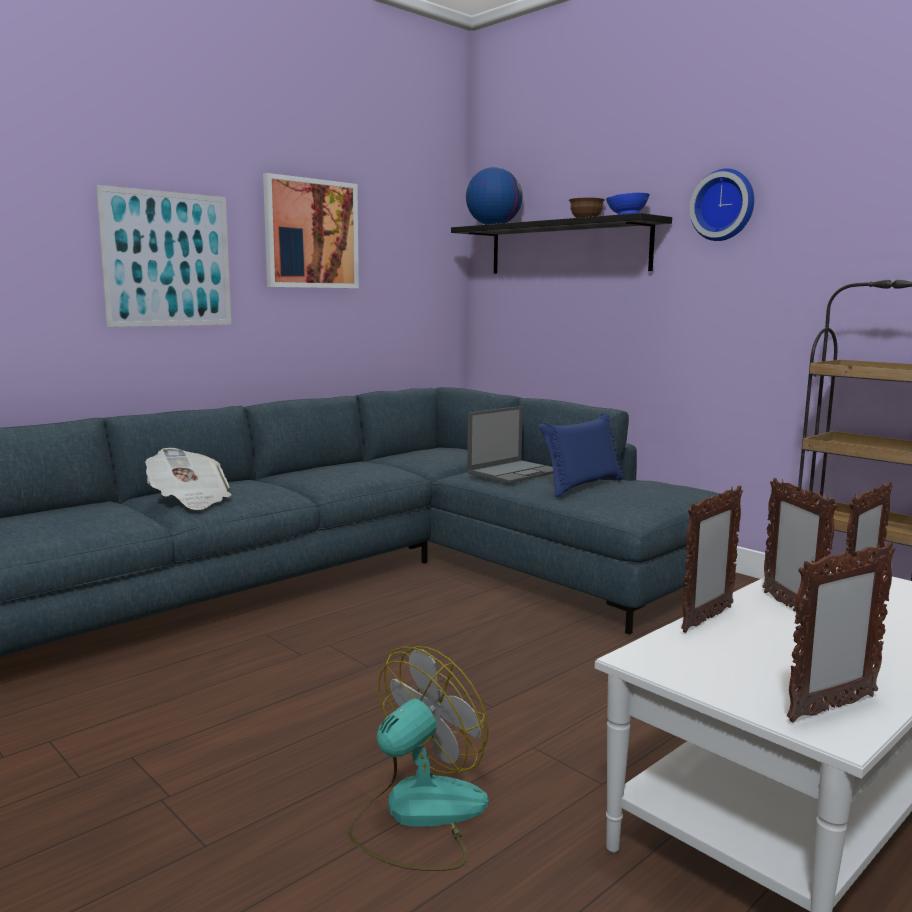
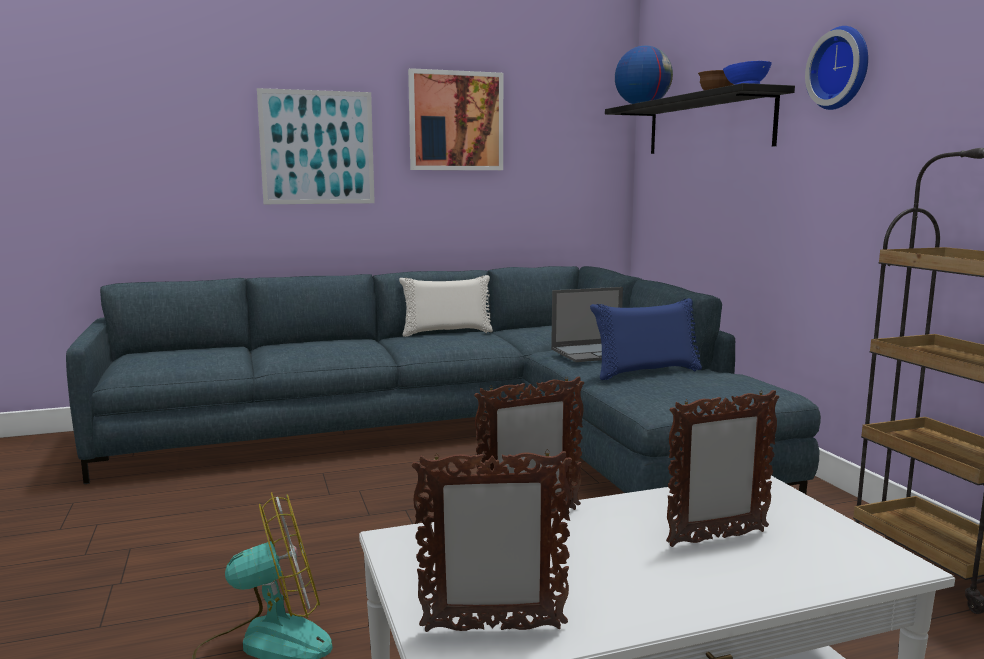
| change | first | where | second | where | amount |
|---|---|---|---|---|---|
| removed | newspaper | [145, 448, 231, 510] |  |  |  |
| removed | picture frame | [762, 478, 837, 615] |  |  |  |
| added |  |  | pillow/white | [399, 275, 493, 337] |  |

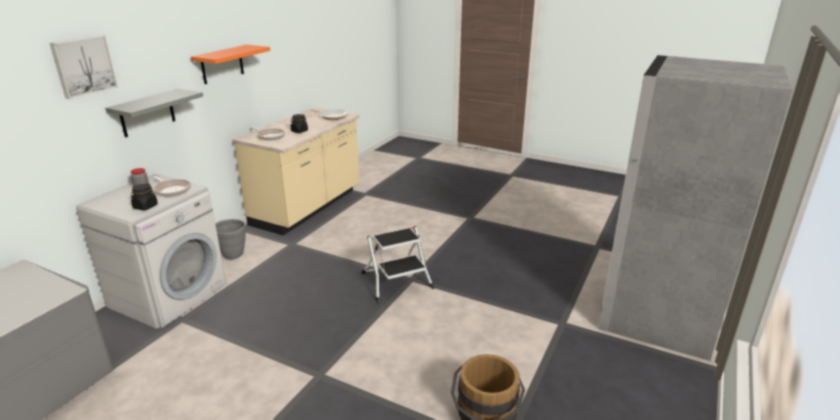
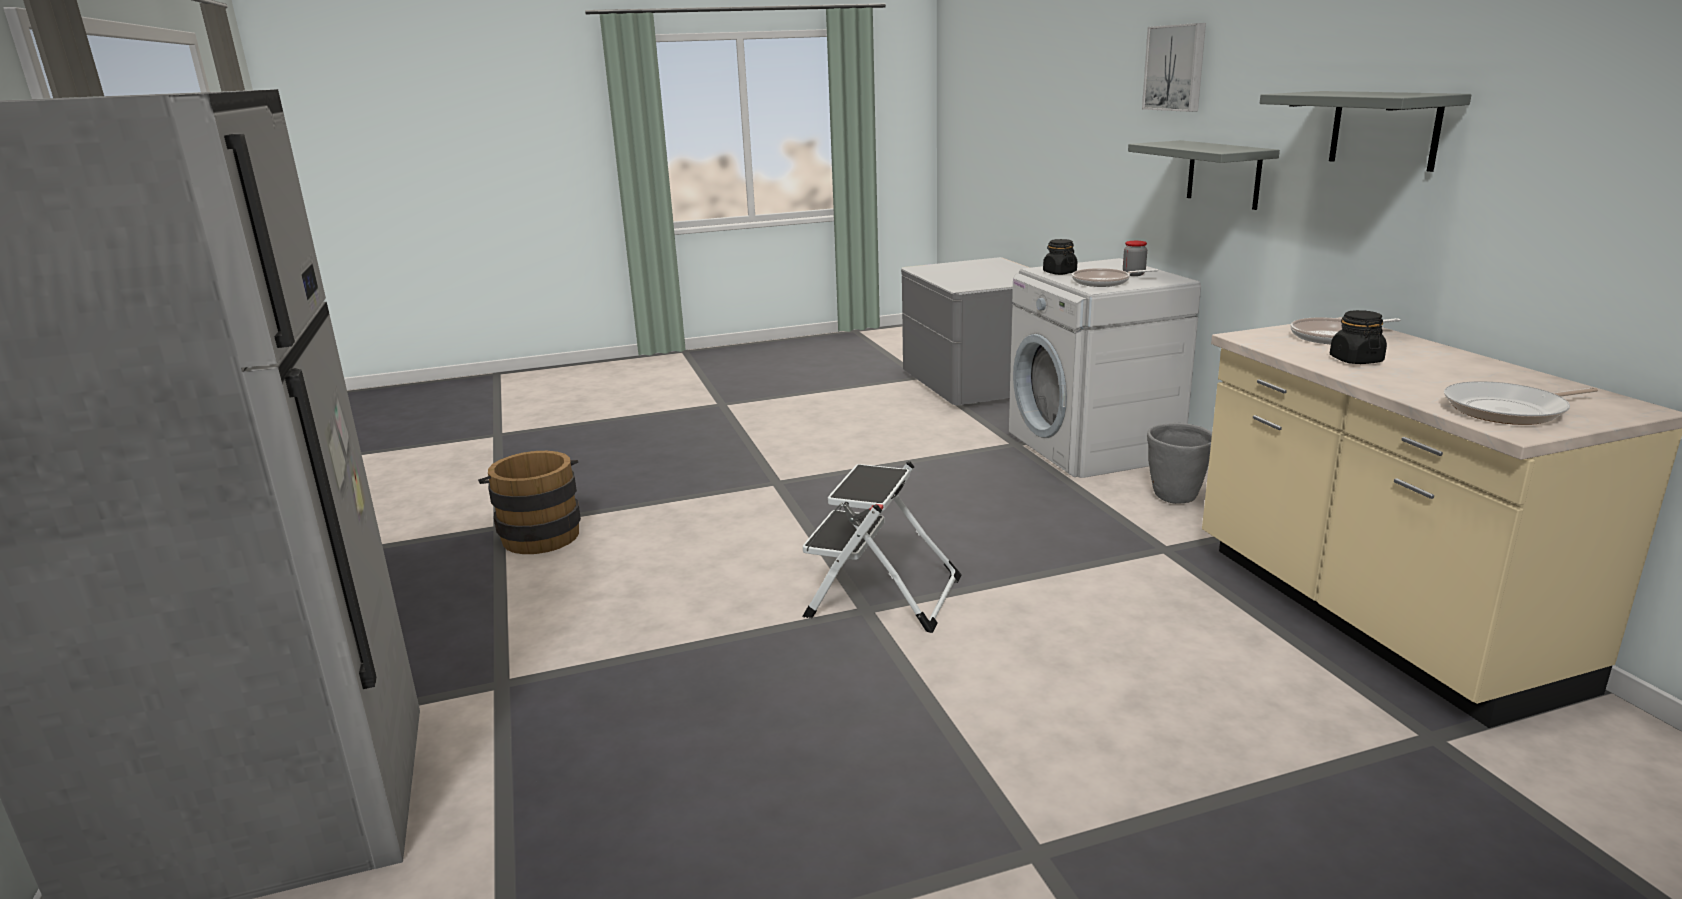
| change | first | where | second | where | amount |
|---|---|---|---|---|---|
| recoloured | shelf/orange | [191, 45, 270, 84] | shelf/grey | [1260, 91, 1472, 172] |  |

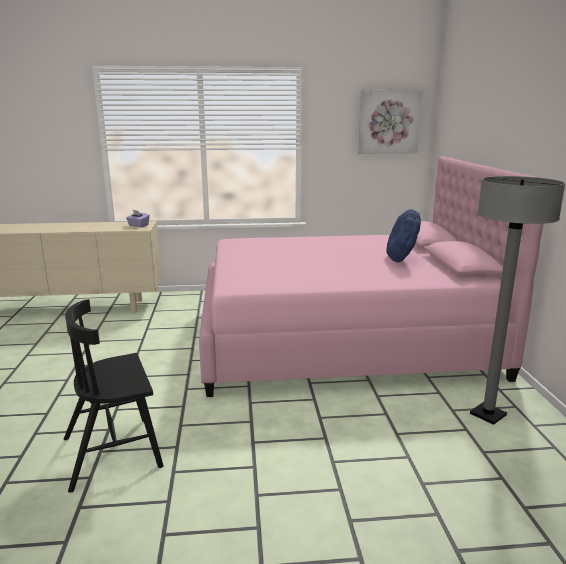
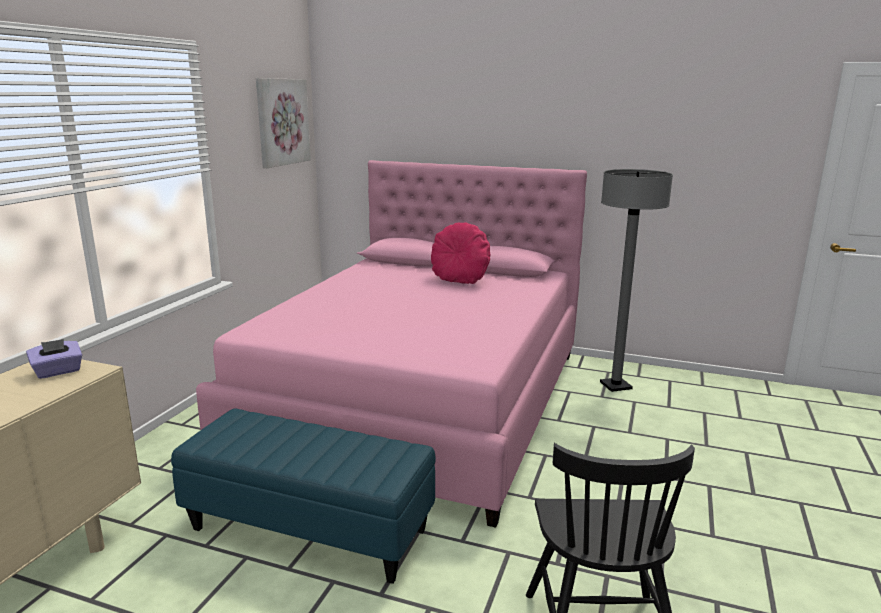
| change | first | where | second | where | amount |
|---|---|---|---|---|---|
| added |  |  | ottoman/blue | [171, 408, 436, 584] |  |
| recoloured | pillow/blue | [386, 209, 421, 263] | pillow/pink | [431, 222, 490, 284] |  |

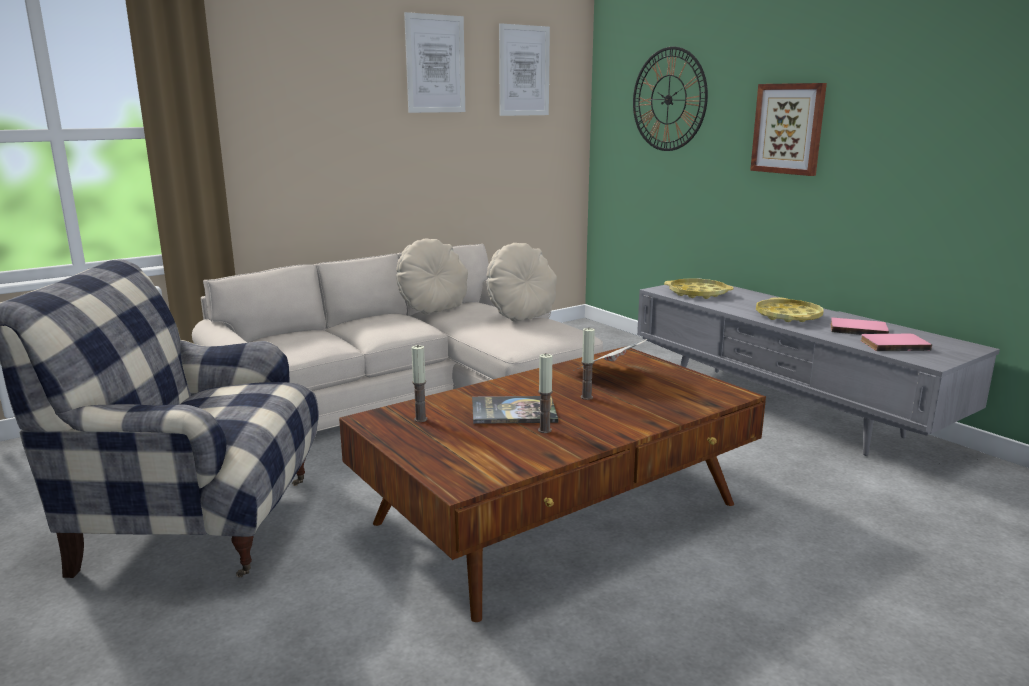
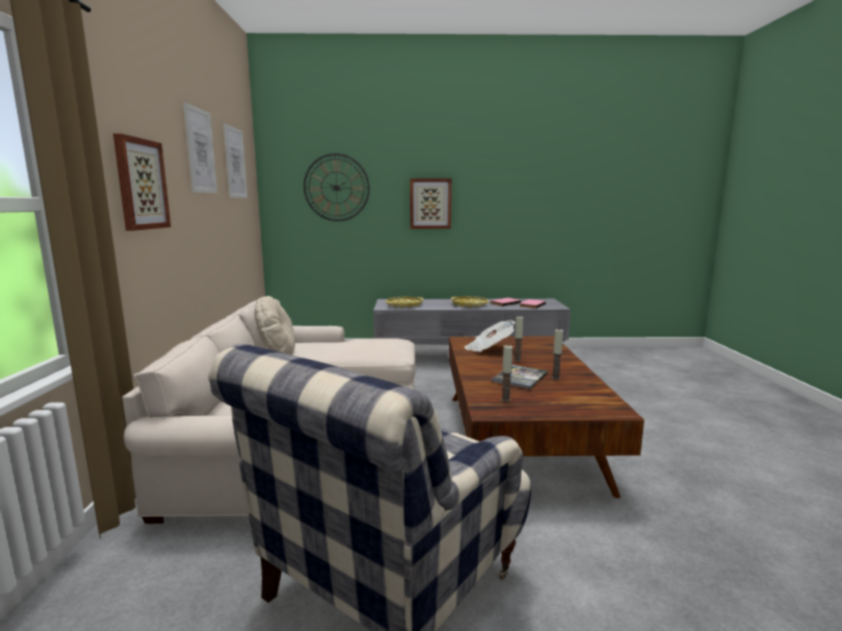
| change | first | where | second | where | amount |
|---|---|---|---|---|---|
| removed | pillow/beige | [486, 243, 557, 322] |  |  |  |
| added |  |  | picture | [113, 133, 171, 231] |  |

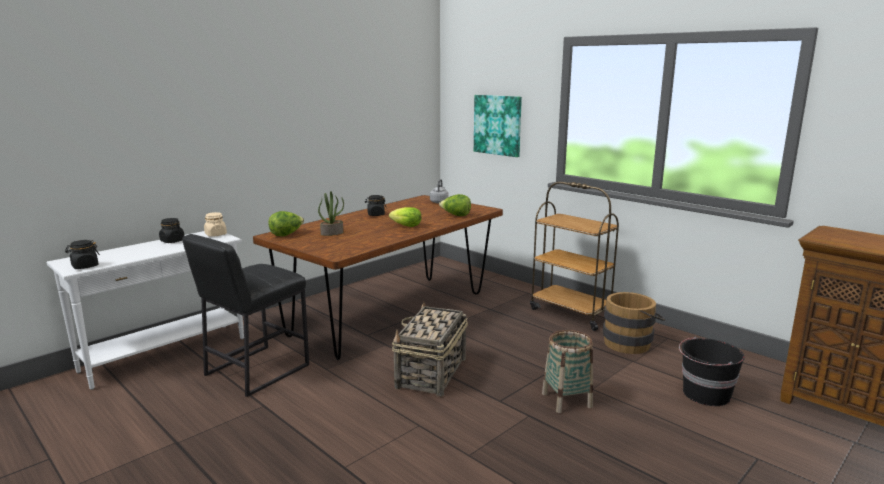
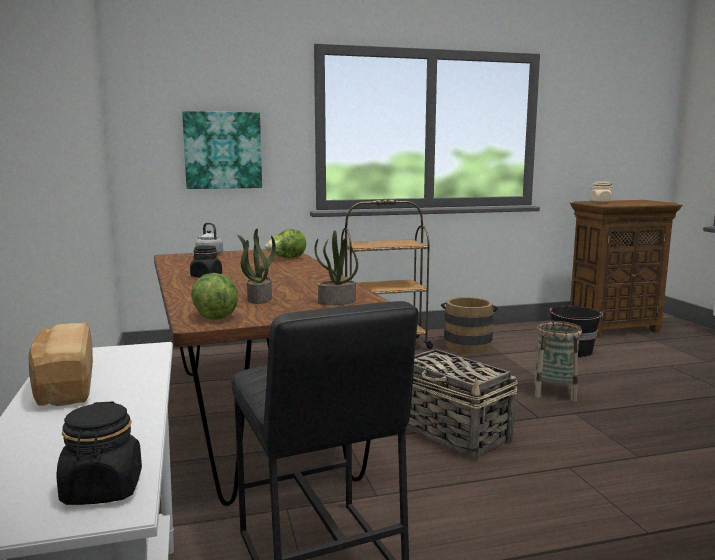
| change | first | where | second | where | amount |
|---|---|---|---|---|---|
| removed | lettuce | [389, 207, 421, 227] |  |  |  |
| added |  |  | potted plant | [314, 230, 358, 305] |  |
| moved | jar/beige | [204, 212, 227, 237] |  | [590, 182, 613, 203] |  |
| replaced | jar/black | [159, 218, 184, 243] | bread | [28, 322, 93, 406] |  |

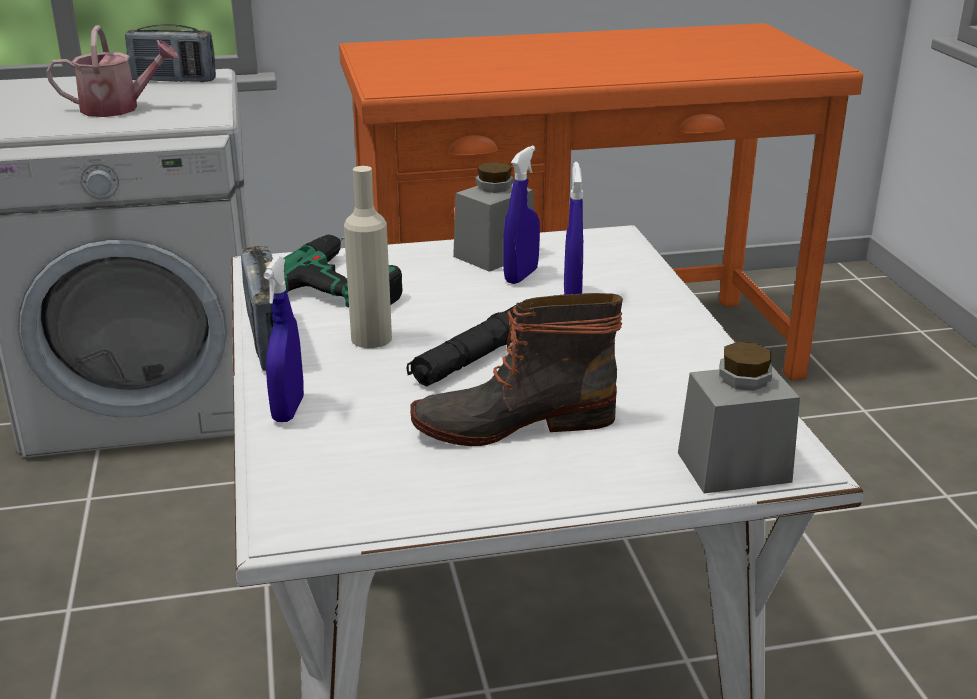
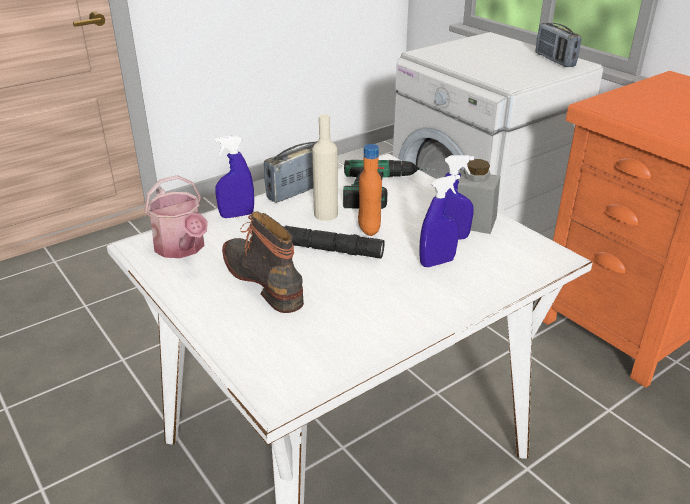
| change | first | where | second | where | amount |
|---|---|---|---|---|---|
| removed | jar/grey | [678, 342, 800, 493] |  |  |  |
| added |  |  | bottle/orange | [358, 144, 382, 236] |  |
| moved | watering can | [46, 25, 179, 117] |  | [144, 175, 208, 258] |  |

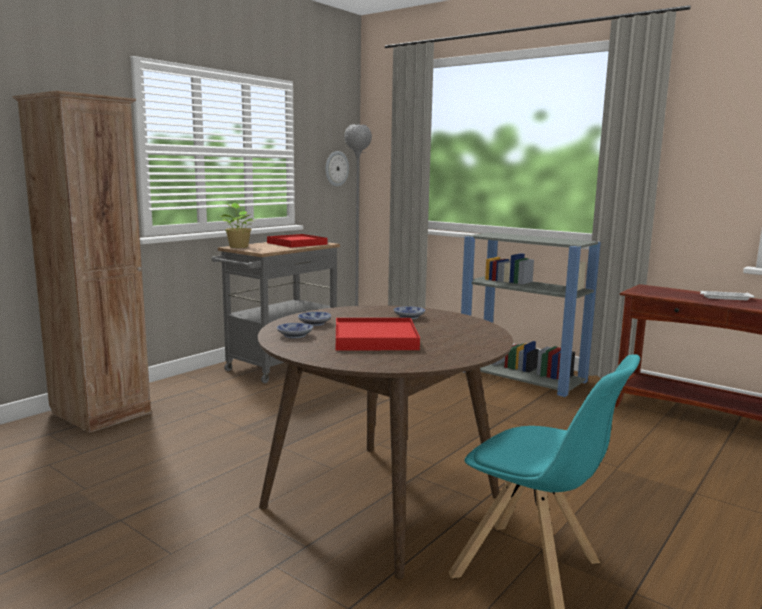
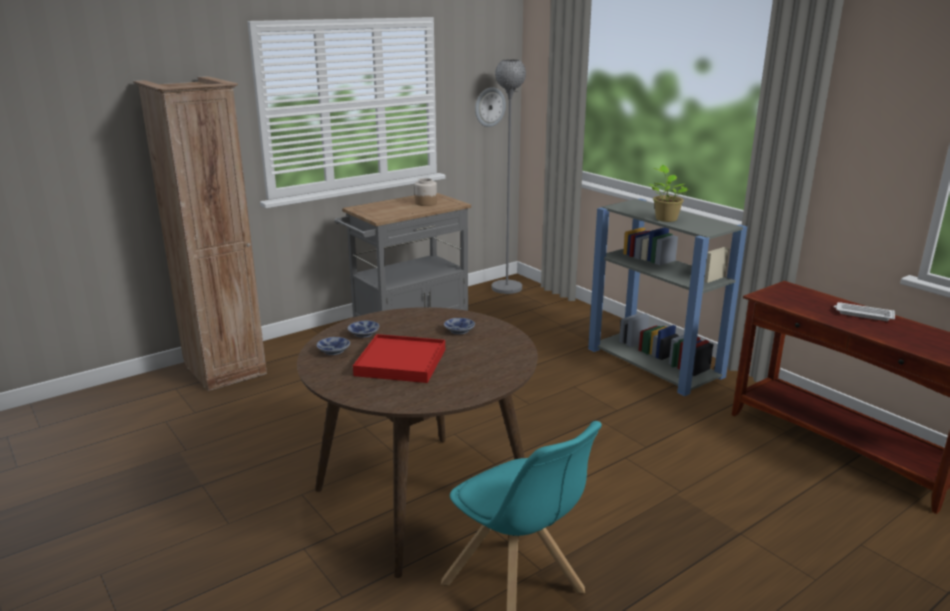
| change | first | where | second | where | amount |
|---|---|---|---|---|---|
| moved | potted plant | [218, 203, 253, 248] |  | [649, 165, 689, 222] |  |
| replaced | tray/red | [267, 234, 328, 248] | jar | [415, 178, 437, 206] |  |

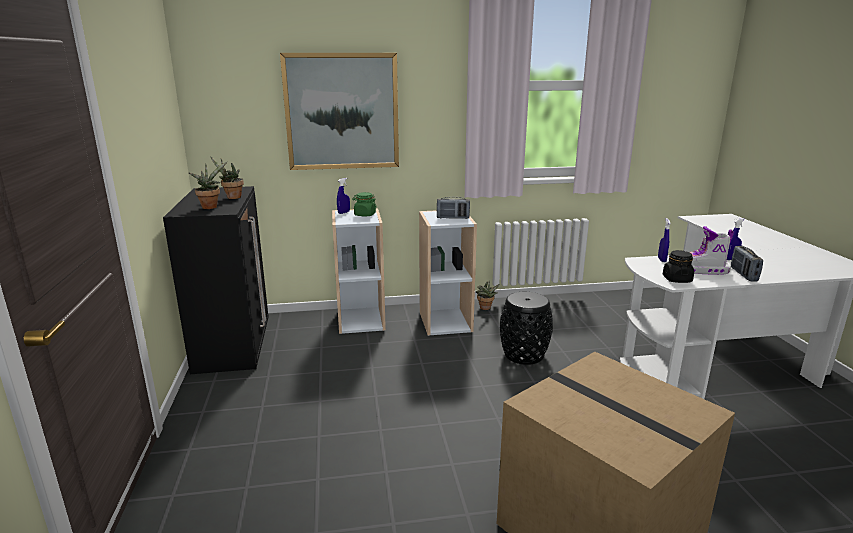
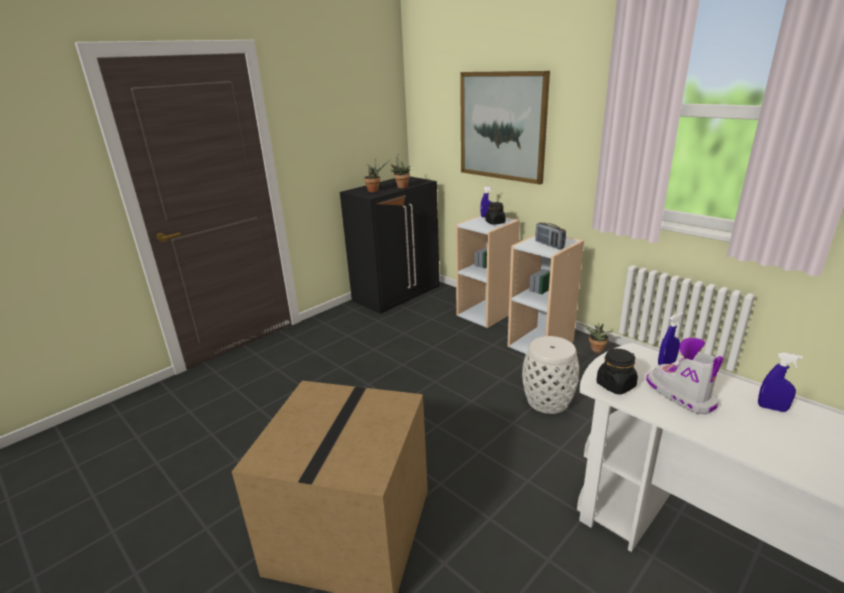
| change | first | where | second | where | amount |
|---|---|---|---|---|---|
| removed | radio | [731, 246, 763, 282] |  |  |  |
| recoloured | jar/green | [352, 192, 377, 217] | jar/black | [485, 202, 506, 225] |  |
| recoloured | stool/black | [500, 292, 553, 365] | stool/white | [522, 336, 579, 414] |  |

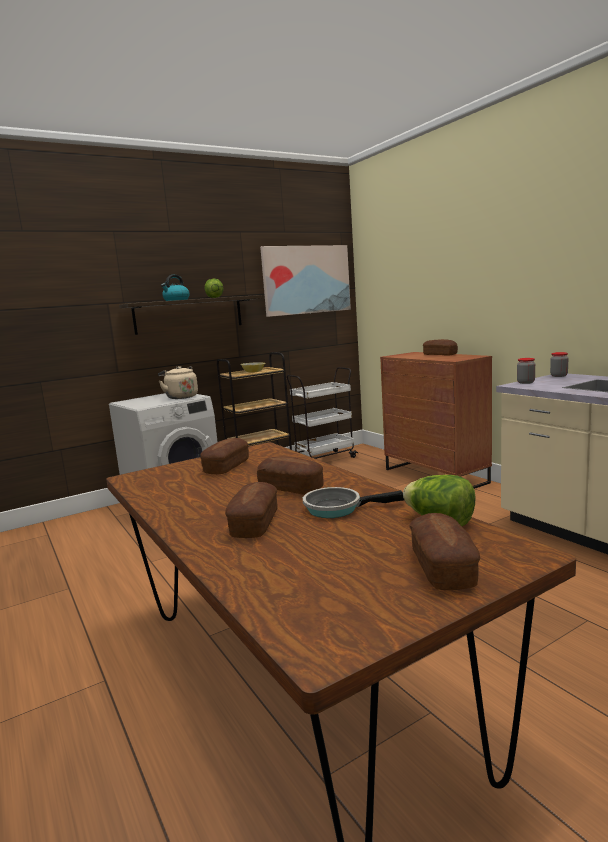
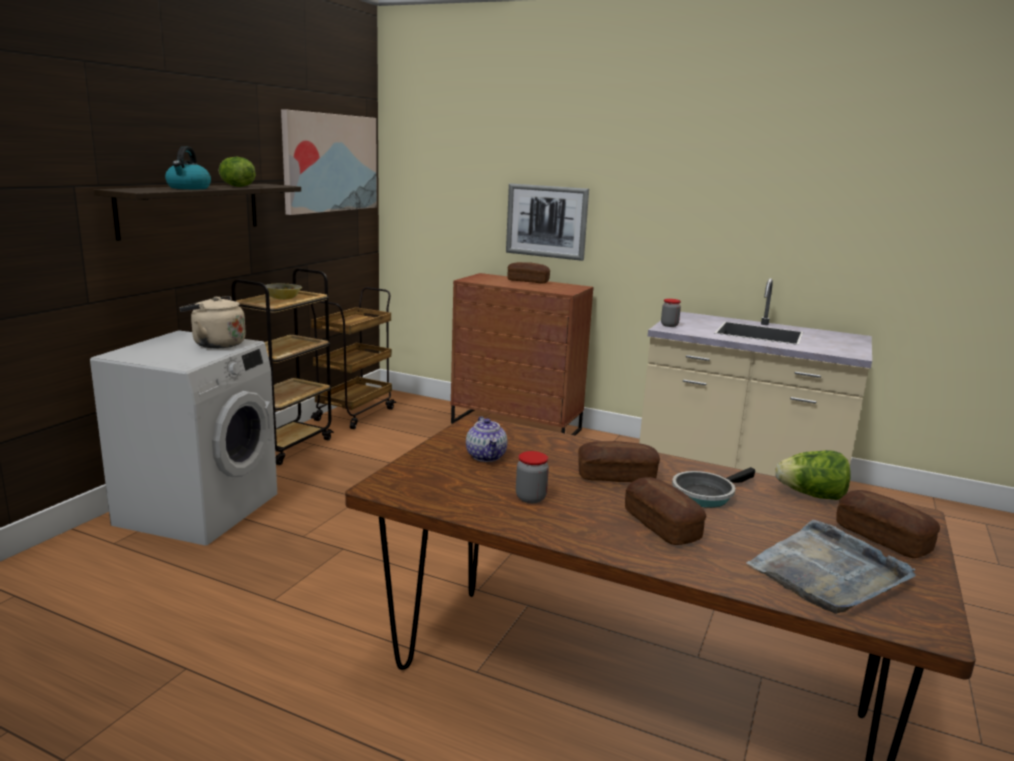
| change | first | where | second | where | amount |
|---|---|---|---|---|---|
| added |  |  | picture | [506, 183, 589, 261] |  |
| added |  |  | tray/grey | [746, 520, 916, 614] |  |
| moved | jar | [550, 352, 568, 377] |  | [516, 451, 549, 503] |  |
| replaced | bread | [200, 438, 249, 474] | teapot | [466, 416, 507, 462] |  |
| recoloured | cart/white | [287, 367, 358, 459] | cart/brown | [311, 287, 396, 429] |  |

